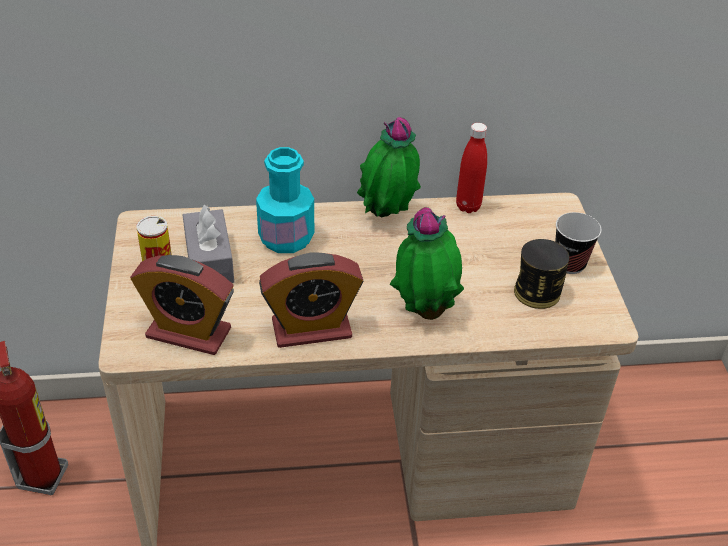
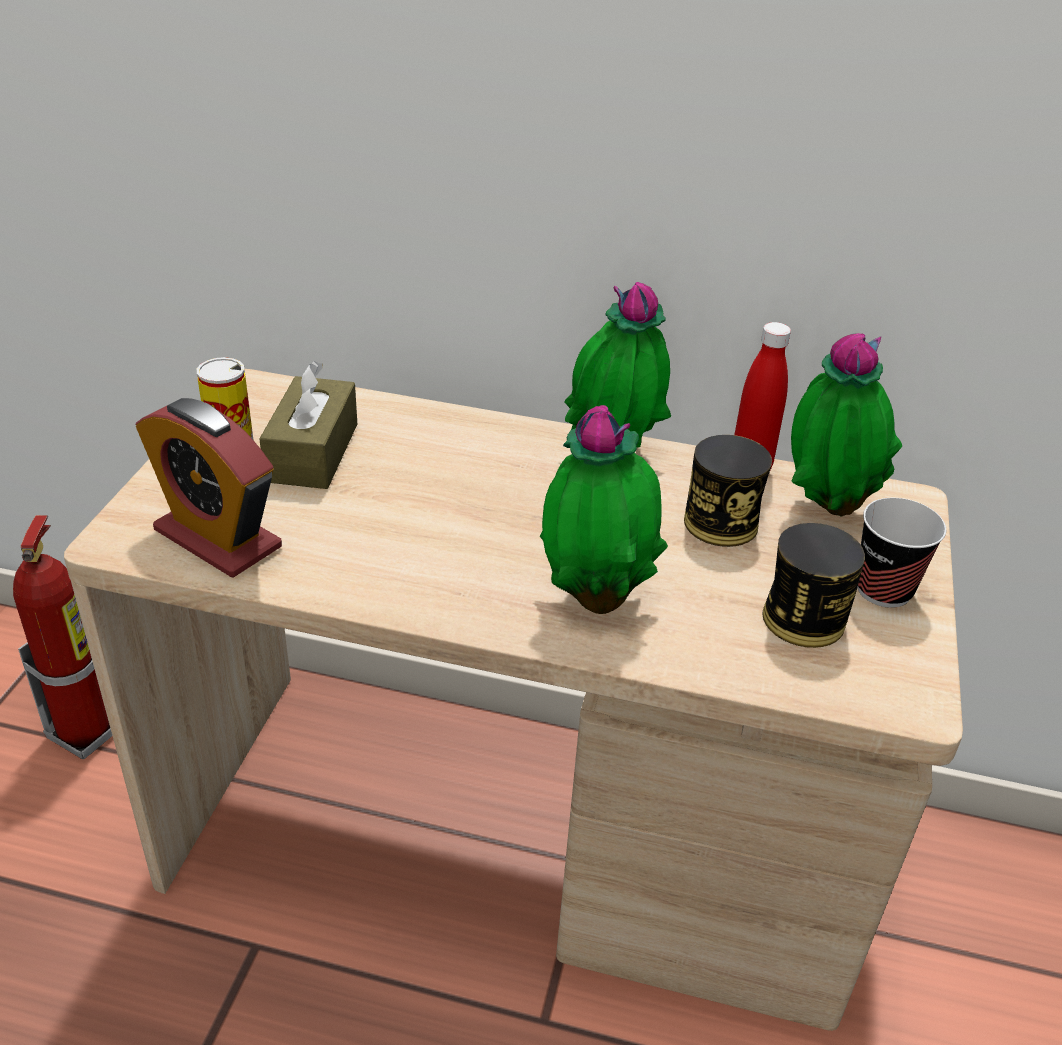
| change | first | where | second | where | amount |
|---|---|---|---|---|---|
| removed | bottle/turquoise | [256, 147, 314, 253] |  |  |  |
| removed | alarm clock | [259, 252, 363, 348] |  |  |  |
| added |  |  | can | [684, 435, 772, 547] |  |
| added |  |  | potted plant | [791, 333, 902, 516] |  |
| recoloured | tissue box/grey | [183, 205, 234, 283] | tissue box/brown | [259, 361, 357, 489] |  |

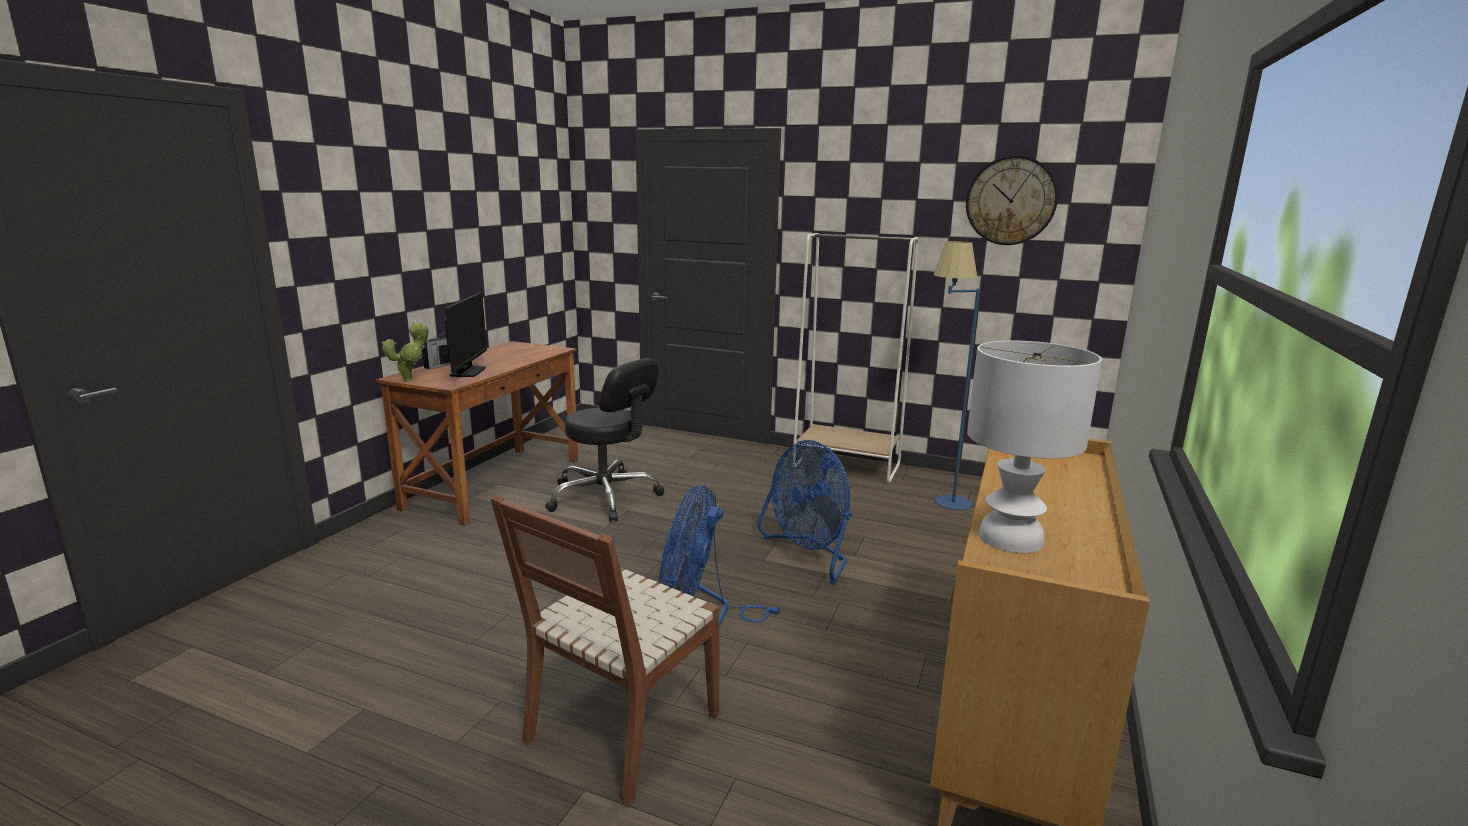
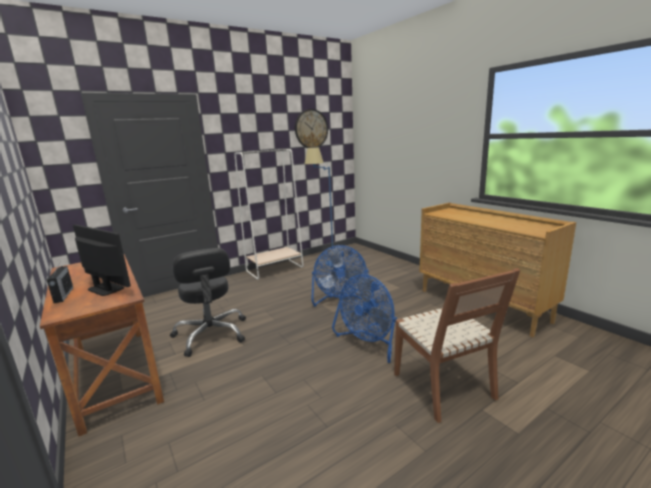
| change | first | where | second | where | amount |
|---|---|---|---|---|---|
| removed | potted plant | [382, 322, 429, 382] |  |  |  |
| removed | table lamp/white | [967, 341, 1102, 553] |  |  |  |
| turned | office chair/black | [545, 358, 664, 522] |  | [170, 248, 246, 357] | 90 degrees clockwise |

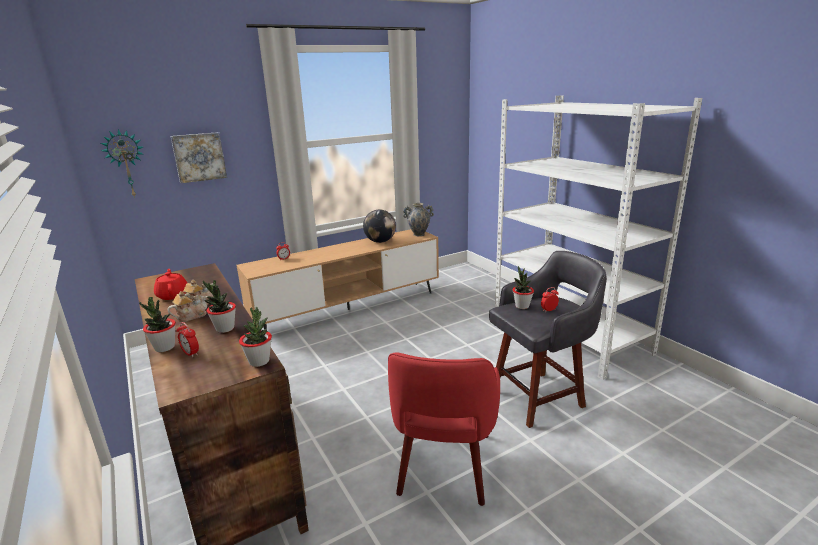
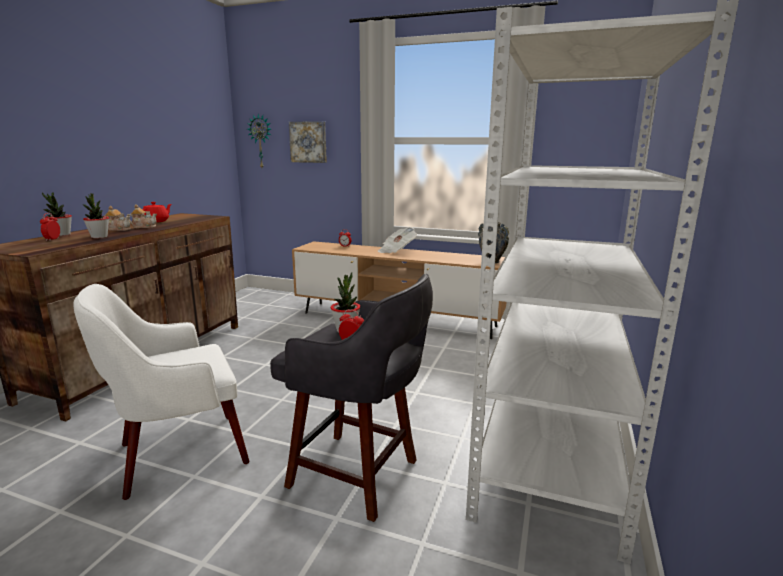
| change | first | where | second | where | amount |
|---|---|---|---|---|---|
| removed | potted plant | [239, 307, 272, 367] |  |  |  |
| removed | globe | [363, 209, 396, 243] |  |  |  |
| added |  |  | newspaper | [378, 227, 417, 253] |  |
| recoloured | armchair/red | [388, 352, 500, 506] | armchair/white | [74, 284, 249, 500] |  |

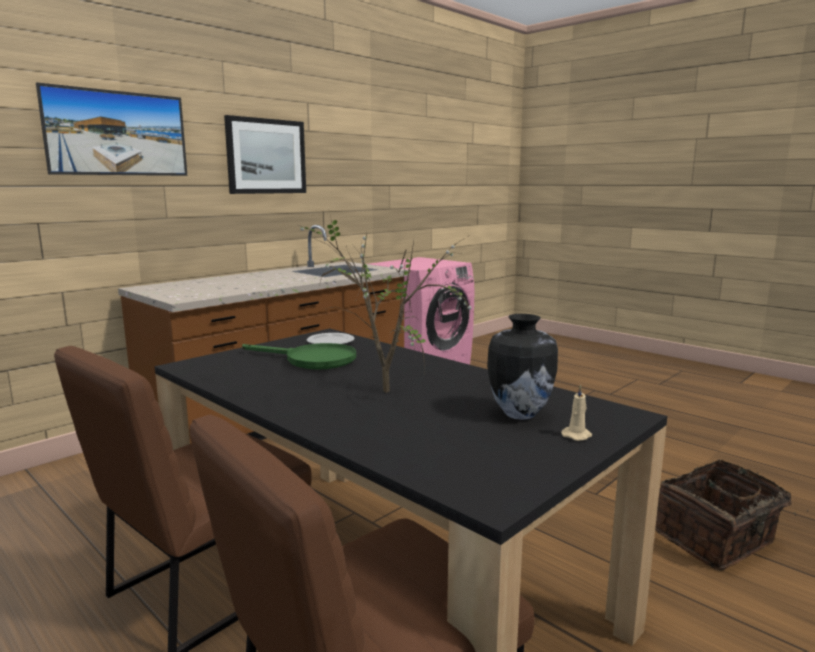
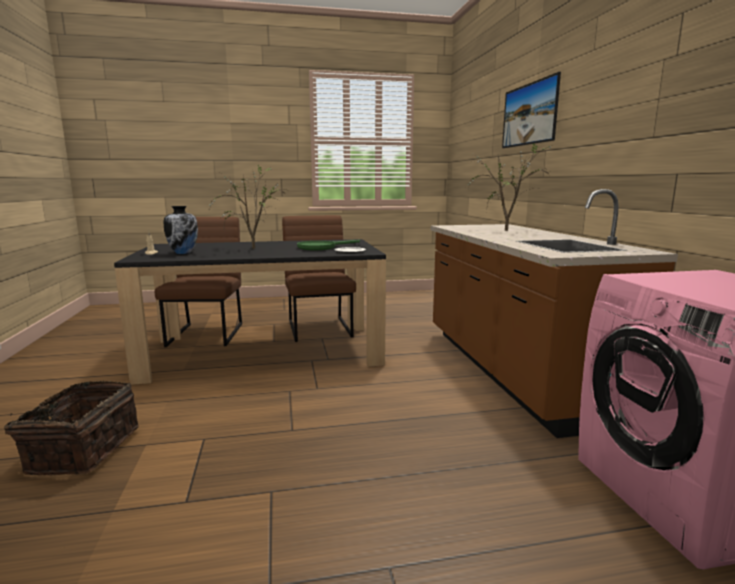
| change | first | where | second | where | amount |
|---|---|---|---|---|---|
| removed | picture | [224, 115, 306, 194] |  |  |  |
| added |  |  | potted plant | [467, 143, 551, 231] |  |

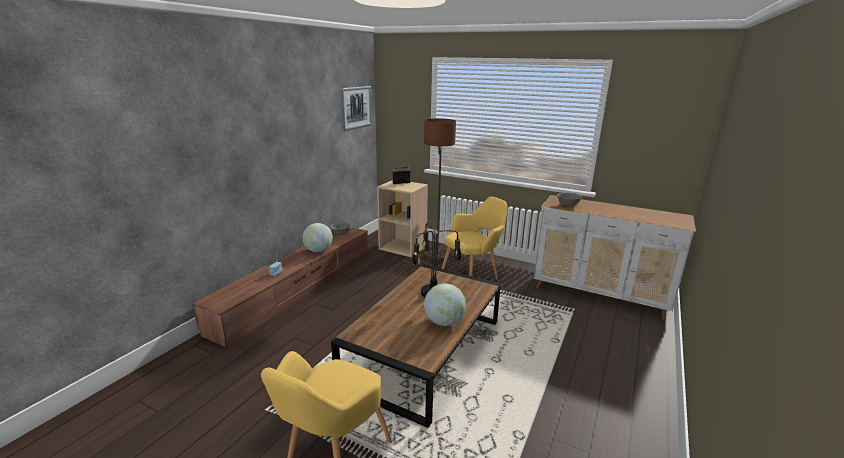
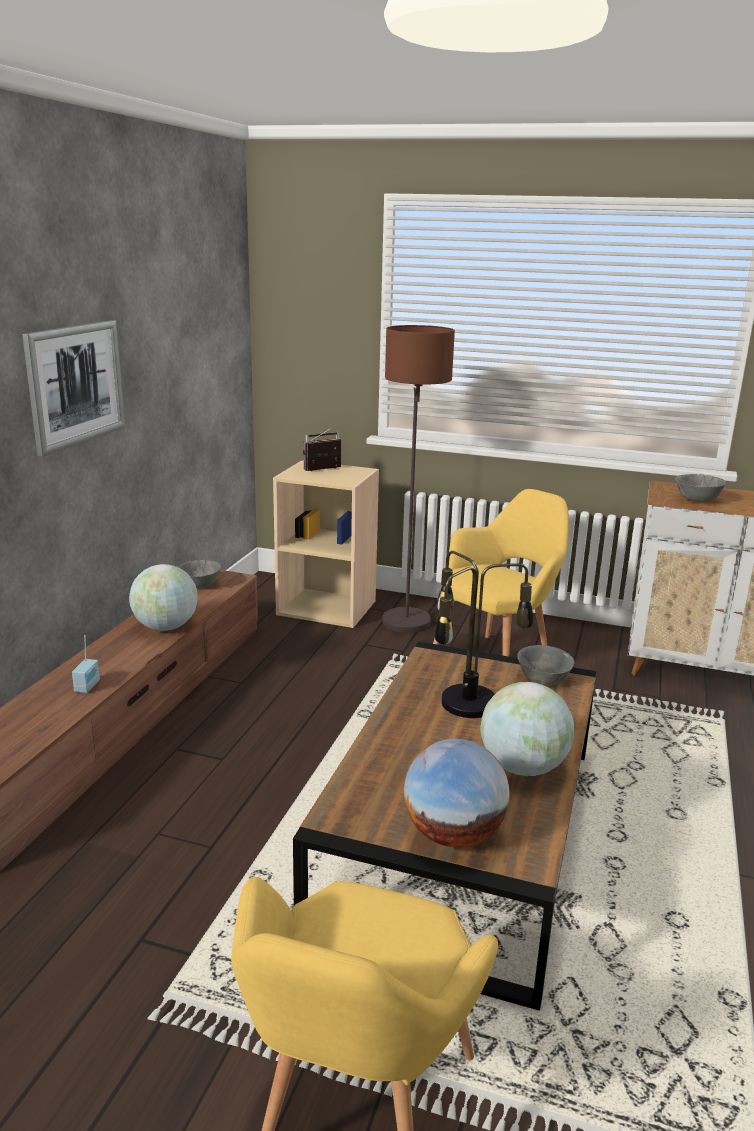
| change | first | where | second | where | amount |
|---|---|---|---|---|---|
| added |  |  | globe | [404, 739, 509, 847] |  |
| added |  |  | bowl/grey | [517, 645, 574, 686] |  |
| moved | picture | [340, 86, 372, 131] |  | [22, 320, 125, 457] |  |

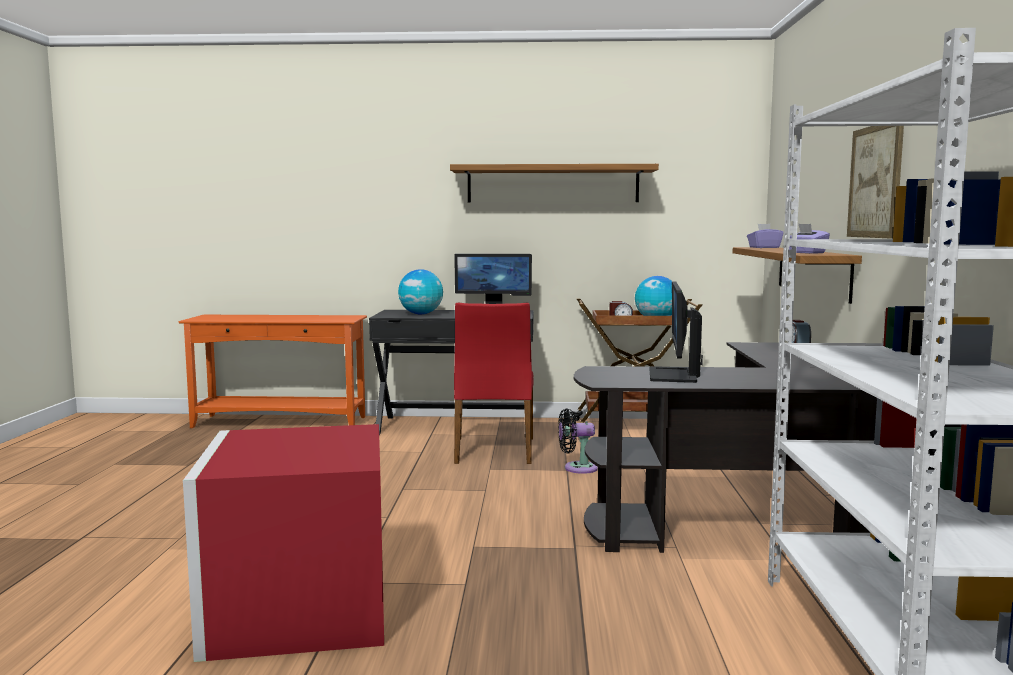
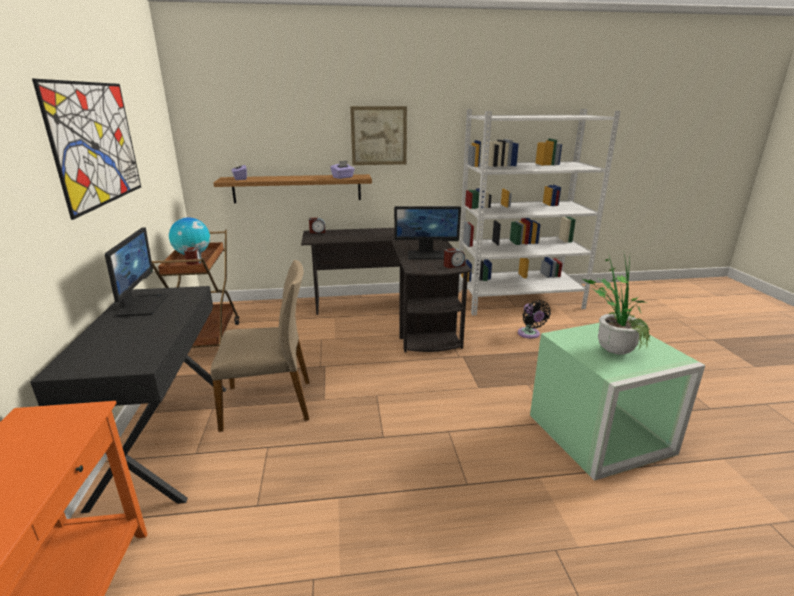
| change | first | where | second | where | amount |
|---|---|---|---|---|---|
| removed | globe | [398, 269, 443, 314] |  |  |  |
| added |  |  | alarm clock | [444, 248, 465, 268] |  |
| added |  |  | potted plant | [582, 254, 651, 354] |  |
| moved | fan/black | [558, 409, 598, 474] |  | [518, 300, 551, 339] |  |
| replaced | shelf | [450, 164, 659, 203] | picture | [32, 79, 141, 220] |  |
| recoloured | storage box/red | [183, 424, 384, 662] | storage box/green | [530, 323, 705, 481] |  |
| recoloured | chair/red | [454, 303, 534, 464] | chair/beige | [211, 260, 310, 432] |  |

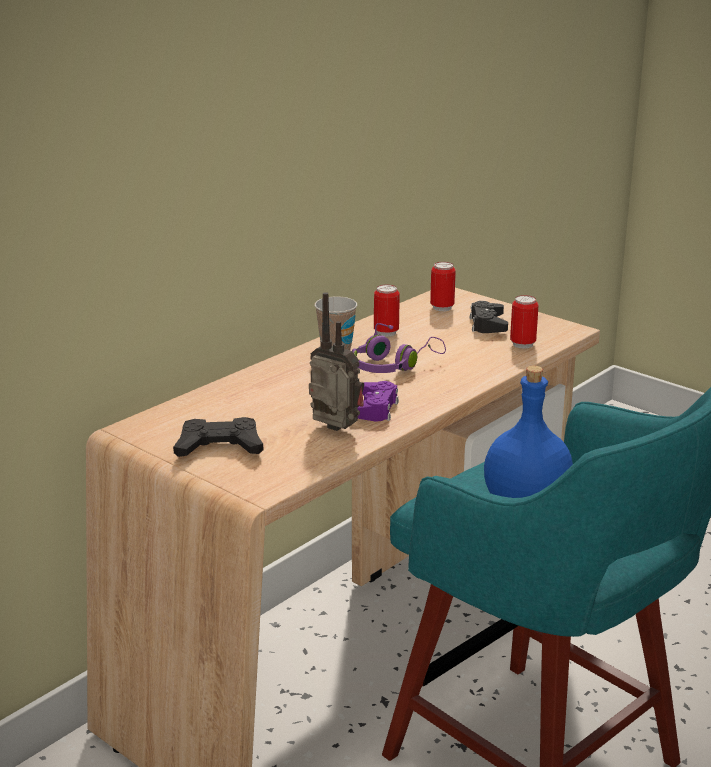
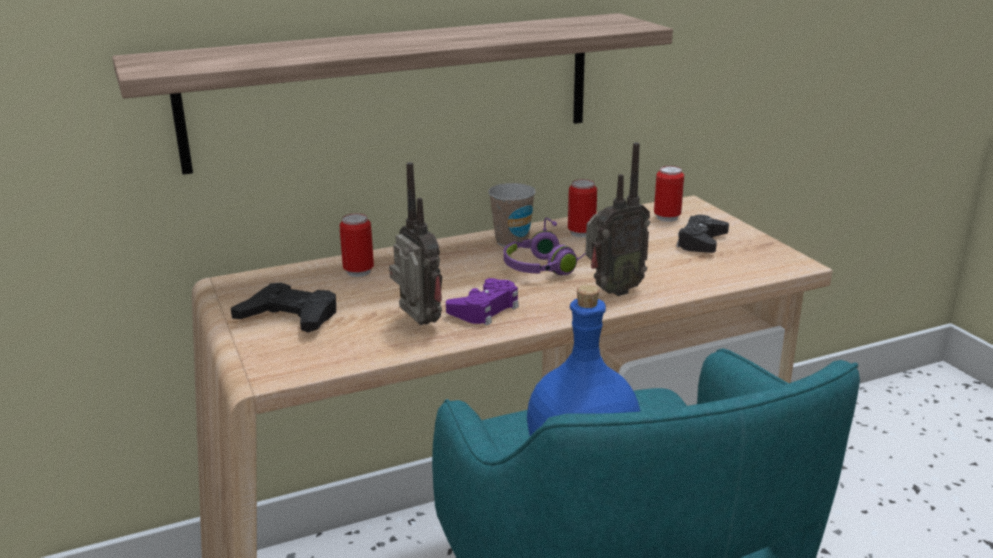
| change | first | where | second | where | amount |
|---|---|---|---|---|---|
| added |  |  | shelf | [112, 13, 673, 175] |  |
| added |  |  | radio | [585, 142, 650, 296] |  |
| moved | can | [510, 295, 539, 349] |  | [340, 213, 374, 277] |  |

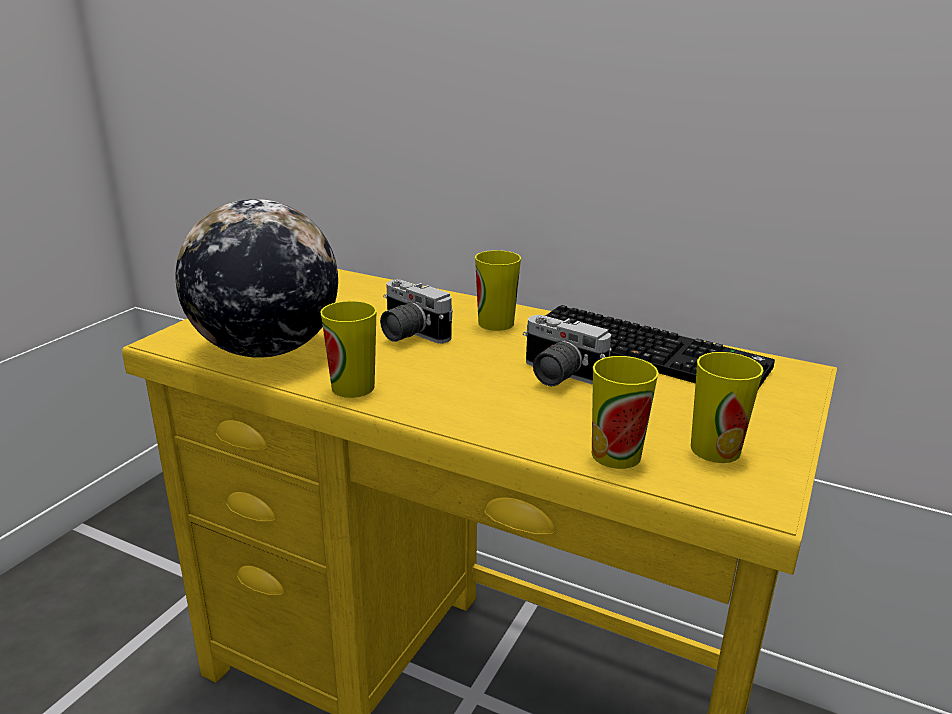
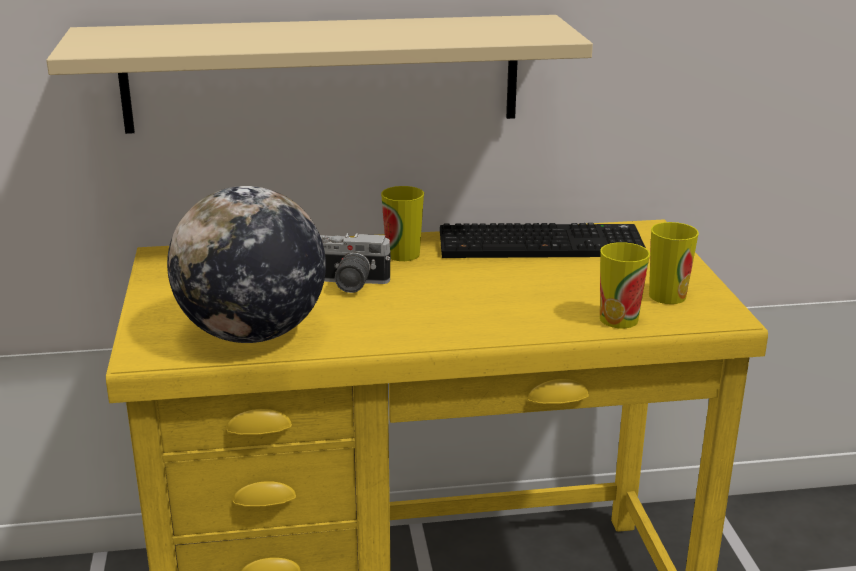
| change | first | where | second | where | amount |
|---|---|---|---|---|---|
| removed | cup | [320, 301, 377, 398] |  |  |  |
| removed | photo camera | [523, 315, 611, 386] |  |  |  |
| added |  |  | shelf/beige | [46, 15, 593, 134] |  |

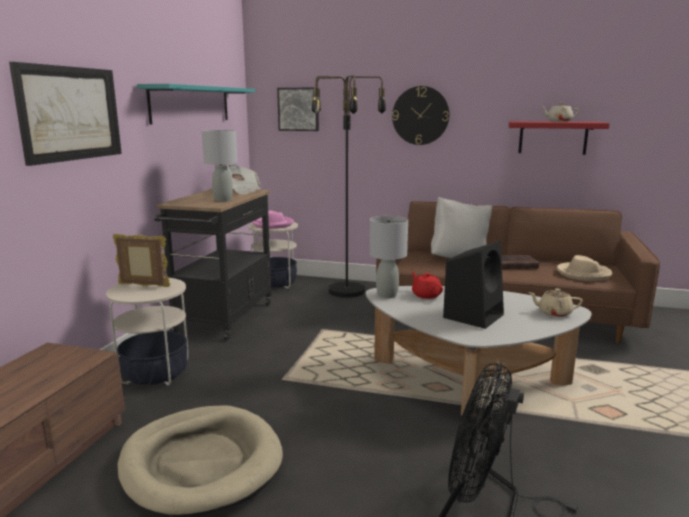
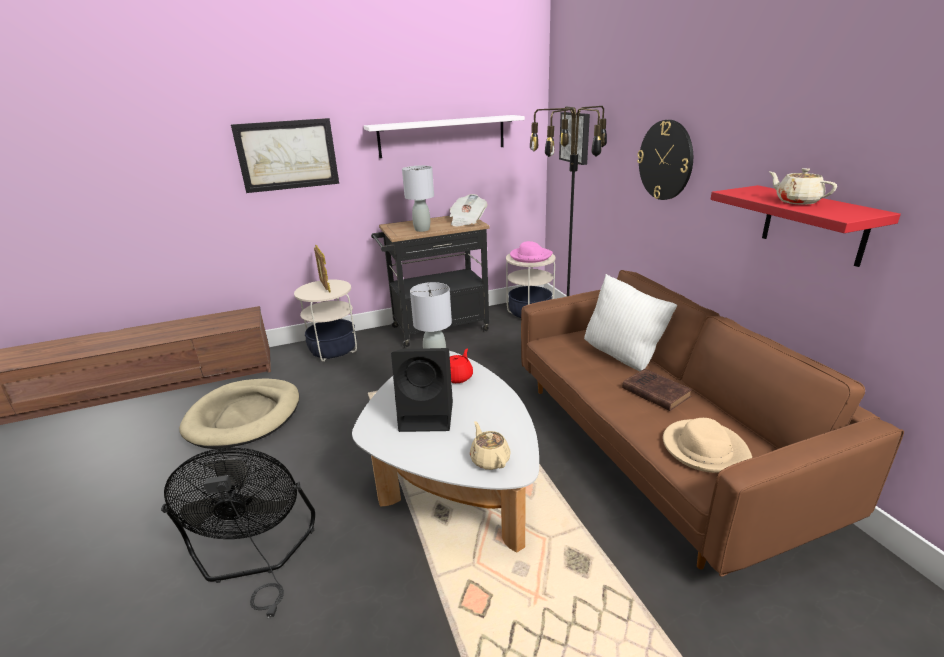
| change | first | where | second | where | amount |
|---|---|---|---|---|---|
| recoloured | shelf/turquoise | [137, 84, 255, 125] | shelf/white | [364, 115, 525, 158] |  |

